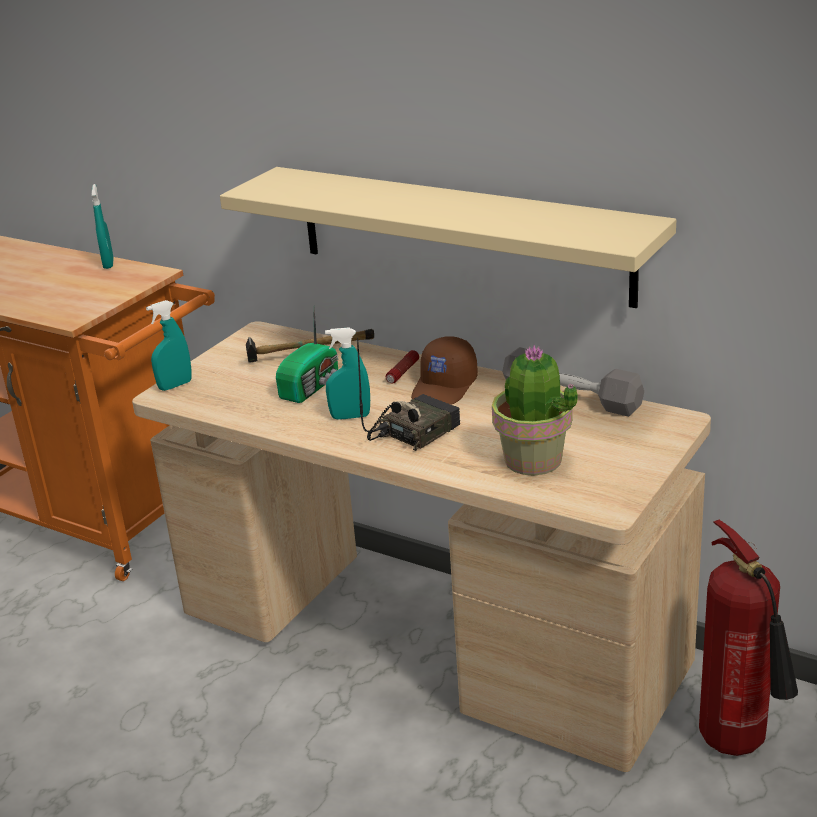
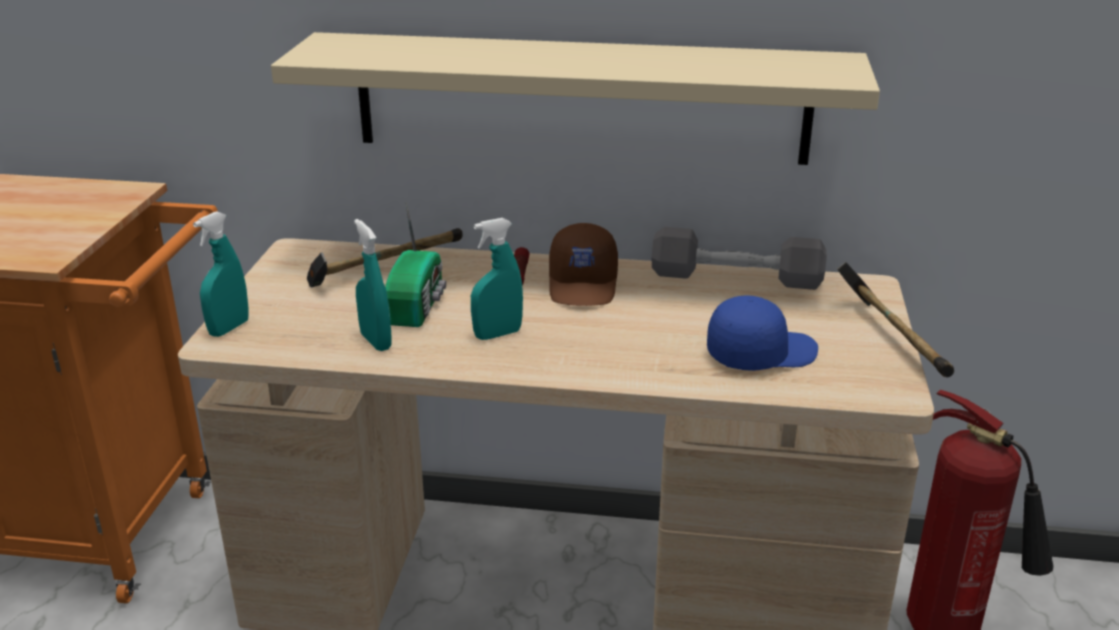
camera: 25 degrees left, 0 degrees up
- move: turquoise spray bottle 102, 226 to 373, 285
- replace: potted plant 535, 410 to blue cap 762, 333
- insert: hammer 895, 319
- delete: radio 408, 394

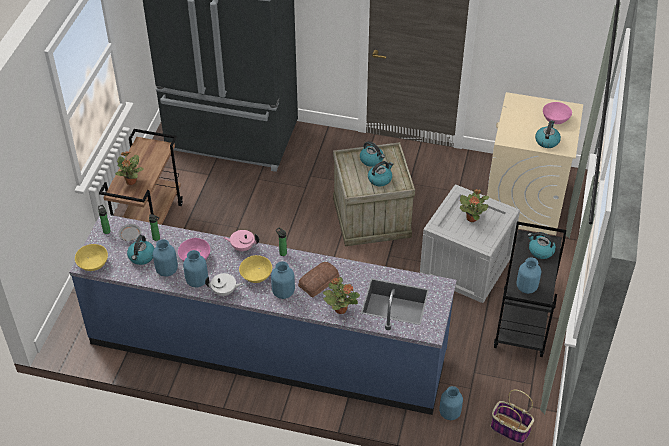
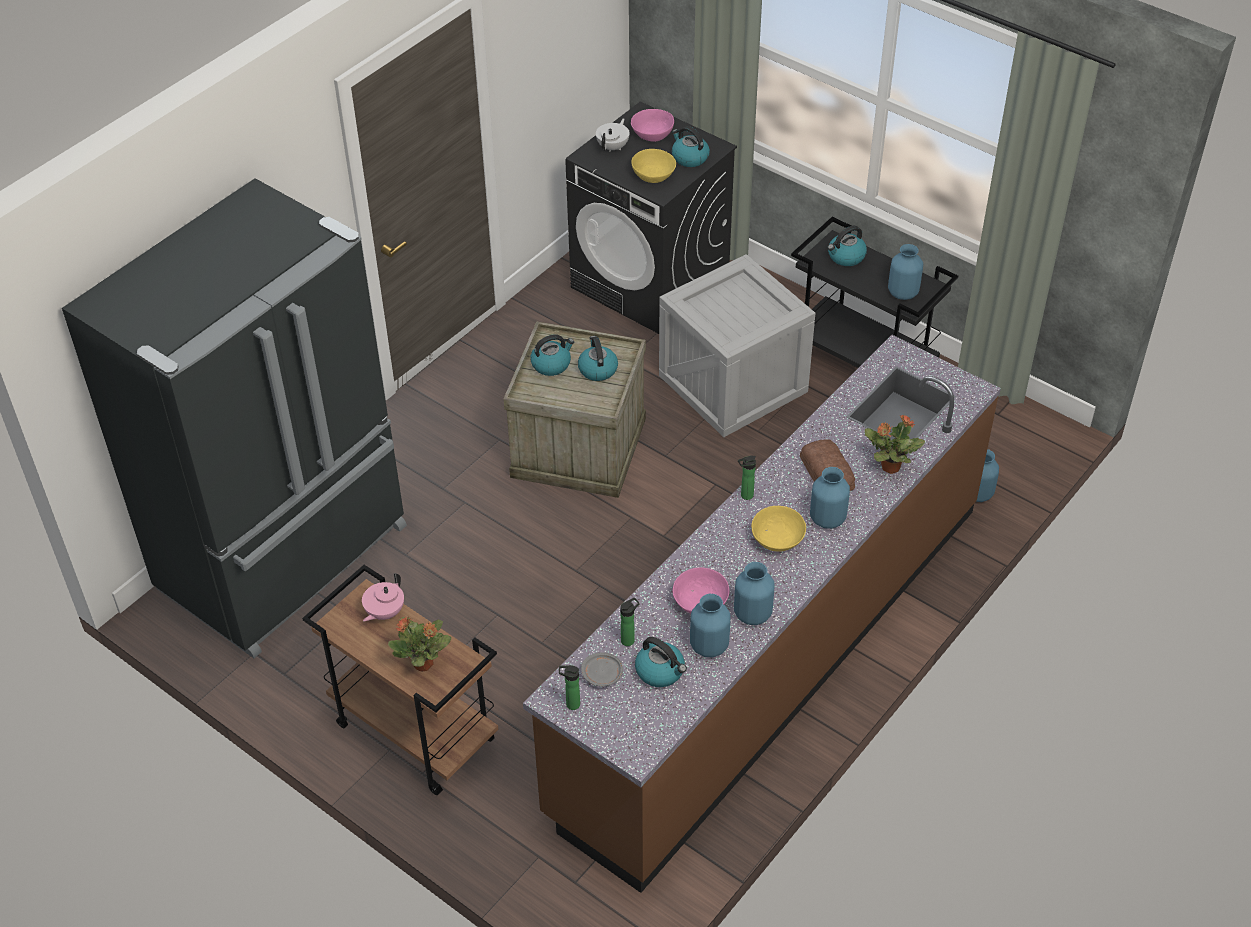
camera: 65 degrees left, 0 degrees up
- move: pink teapot 241, 241 to 383, 597
- recolor: blue counter 263, 315 to brown counter 762, 614
- recolor: beige washing machine 535, 163 to black washing machine 651, 217
- move: white teapot 224, 285 to 613, 135
- move: yellow bowl 91, 257 to 653, 166
- delete: potted plant 474, 205
- delete: basket 512, 417

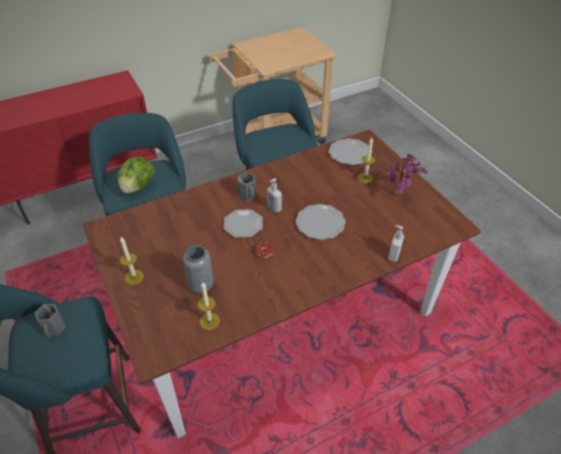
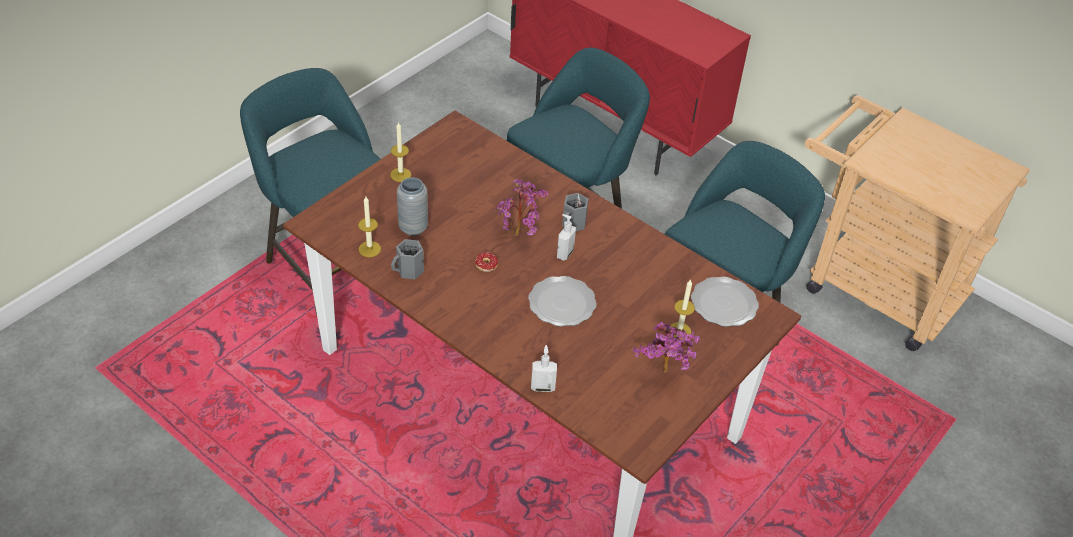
camera: 65 degrees right, 0 degrees up
- move: grey mug 50, 320 to 407, 259
- replace: plate 243, 223 to potted plant 522, 207
- delete: lettuce 136, 175

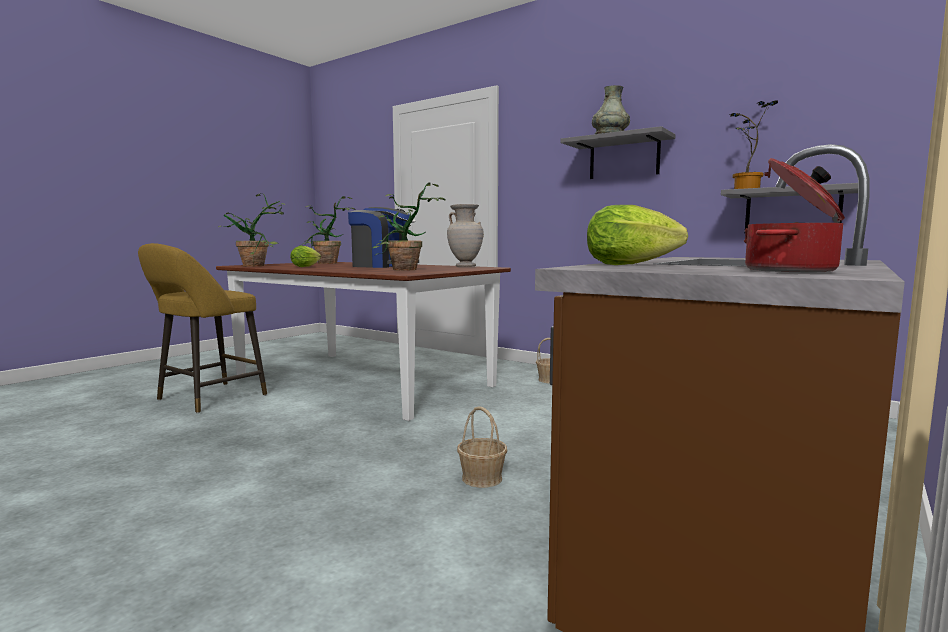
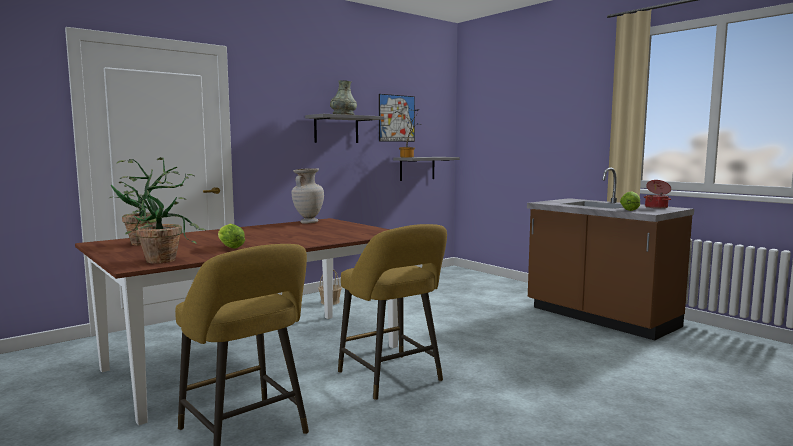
camera: 75 degrees left, 0 degrees up
- insert: yellow stool 392, 312
- insert: picture 397, 118
- delete: coffee machine 383, 237
- delete: potted plant 409, 226
- delete: basket 482, 447

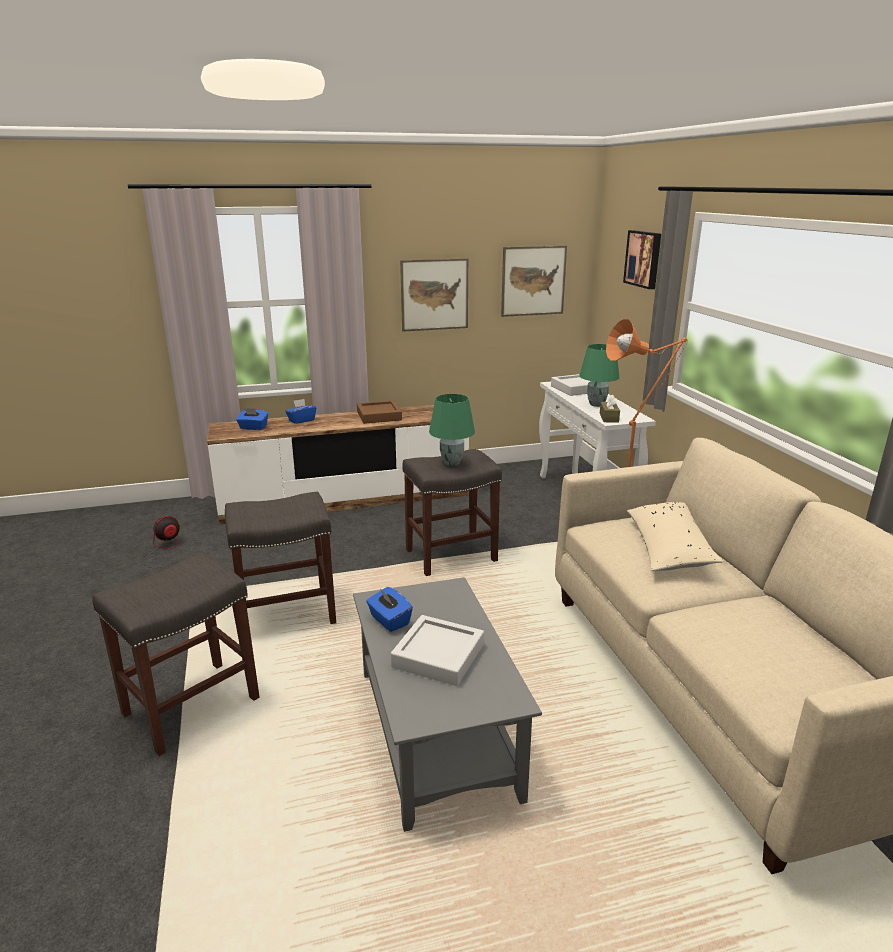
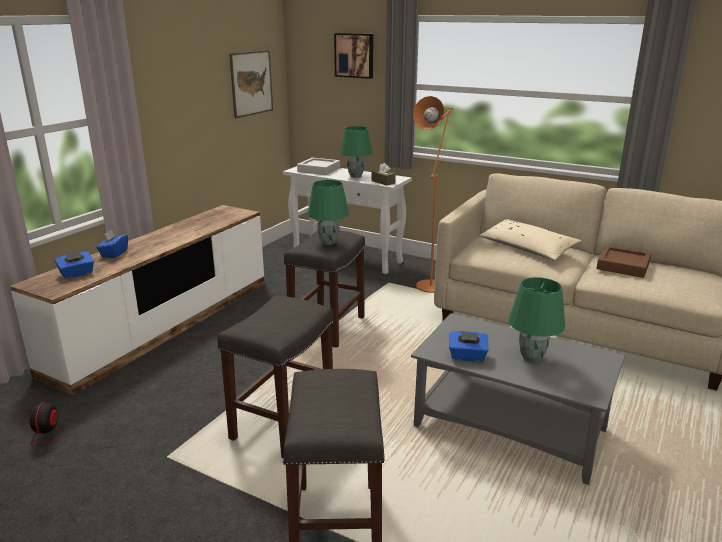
camera: 45 degrees left, 0 degrees up
- replace: grey tray 437, 650 to green table lamp 536, 320
- move: brown tray 379, 412 to 624, 262
- delete: picture 434, 295

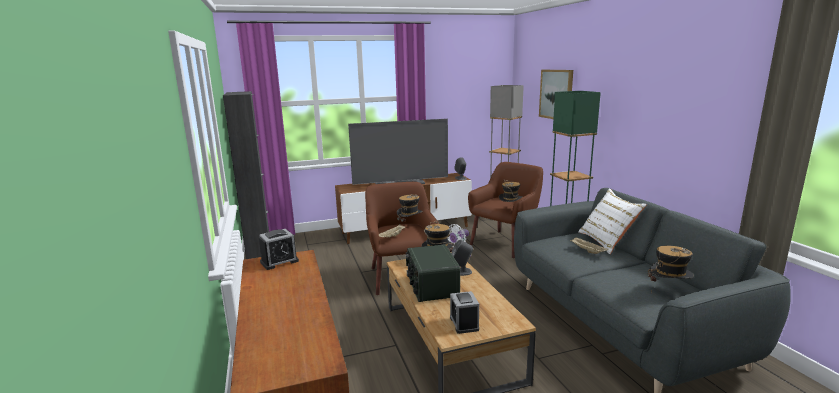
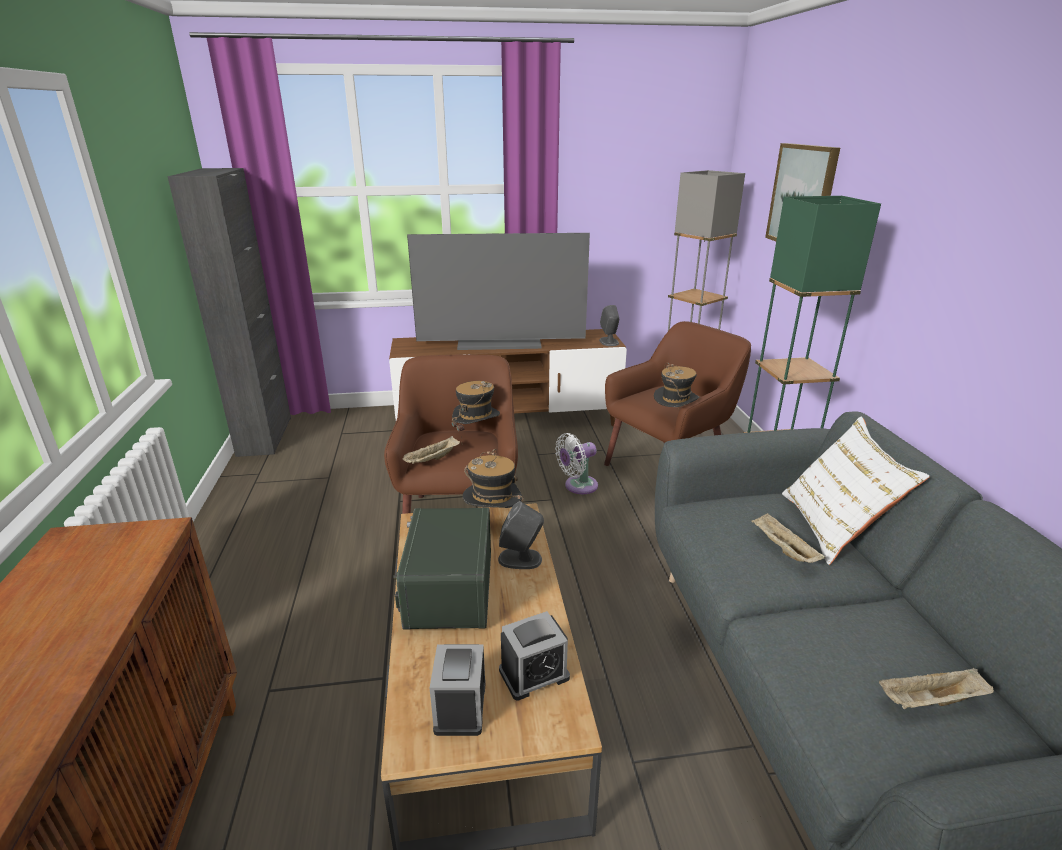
camera: 10 degrees right, 10 degrees up
- move: alarm clock 279, 249 to 534, 656
- replace: hat 671, 269 to beige tray 936, 688

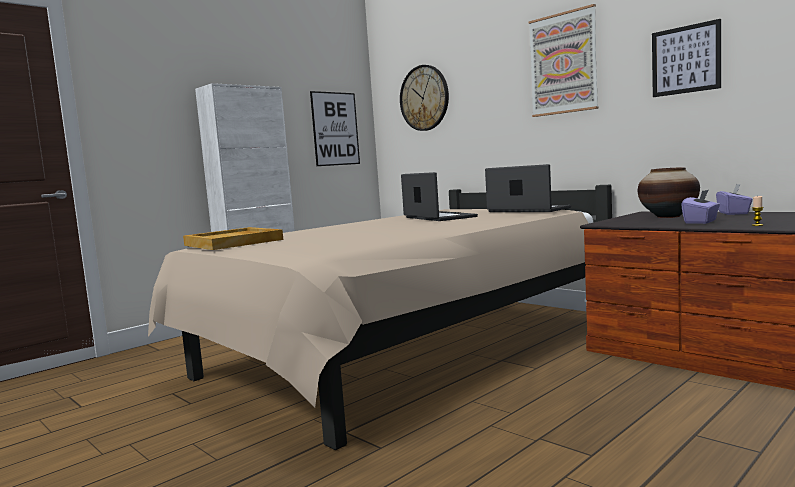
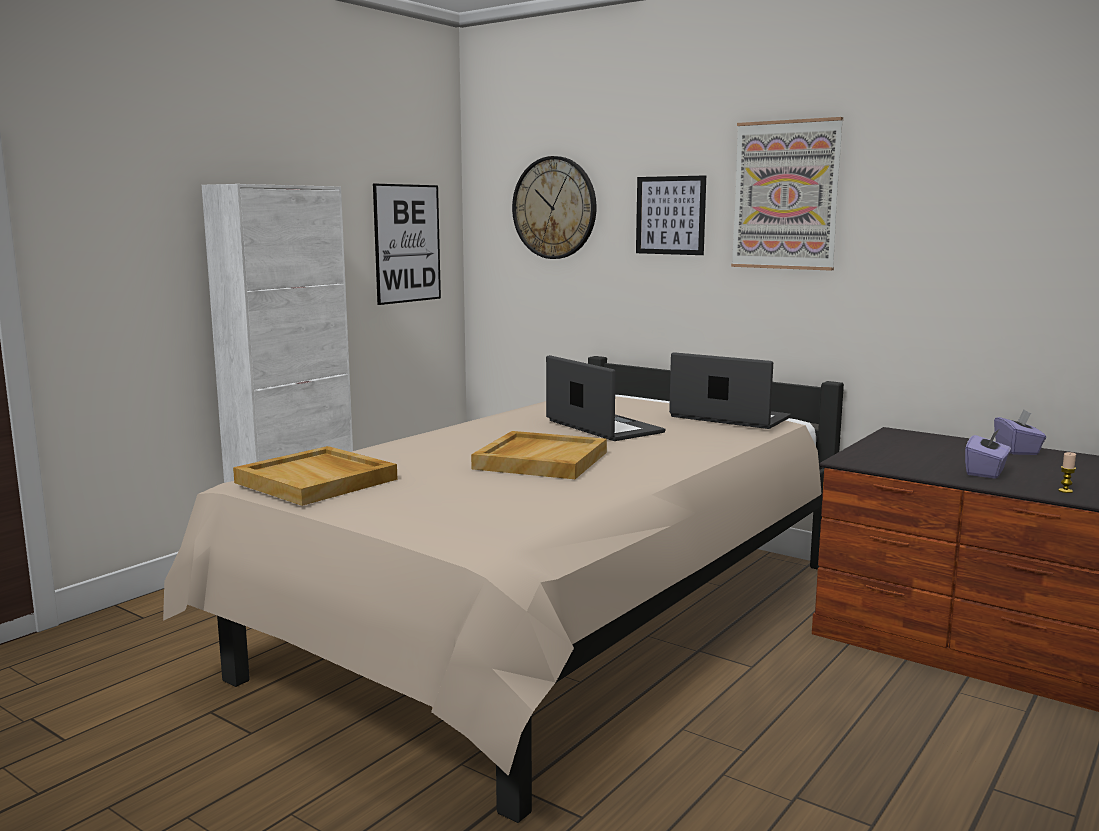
camera: 10 degrees left, 5 degrees up
- insert: beige tray 539, 455
- move: picture 686, 58 to 671, 215
- delete: vase 669, 192

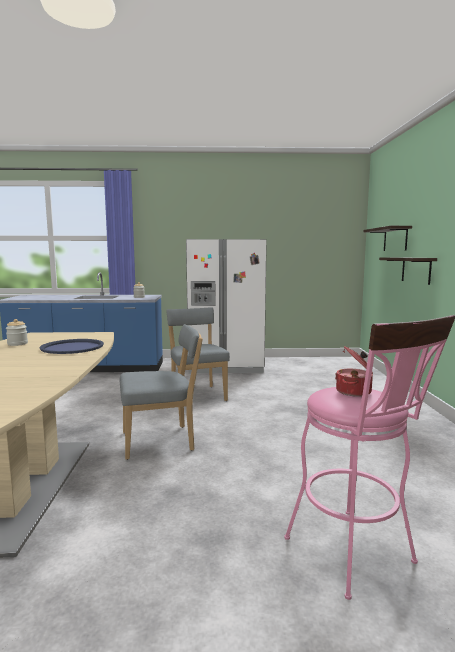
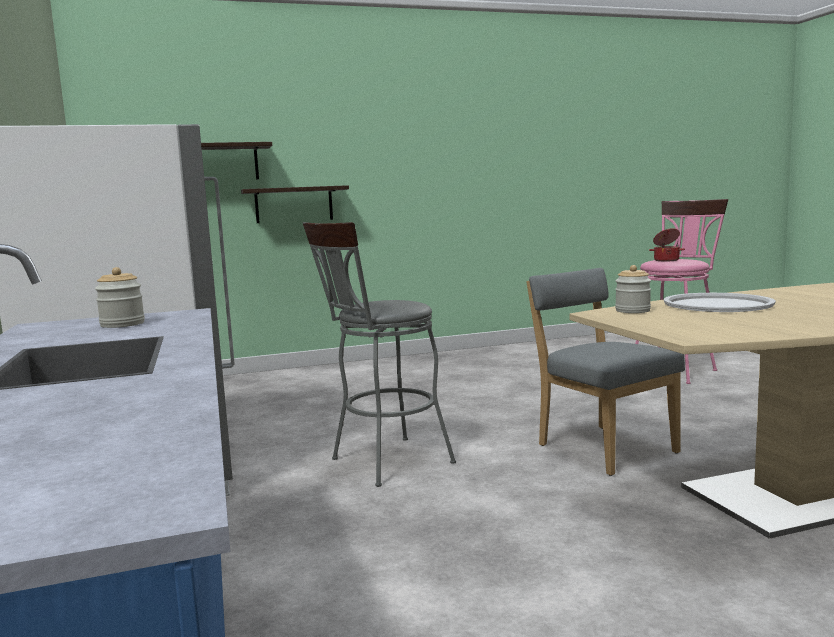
camera: 105 degrees left, 0 degrees up
- replace: grey chair 198, 354 to grey stool 379, 354
- move: jar 17, 332 to 633, 289
- recolor: blue tray 72, 346 to white tray 720, 302

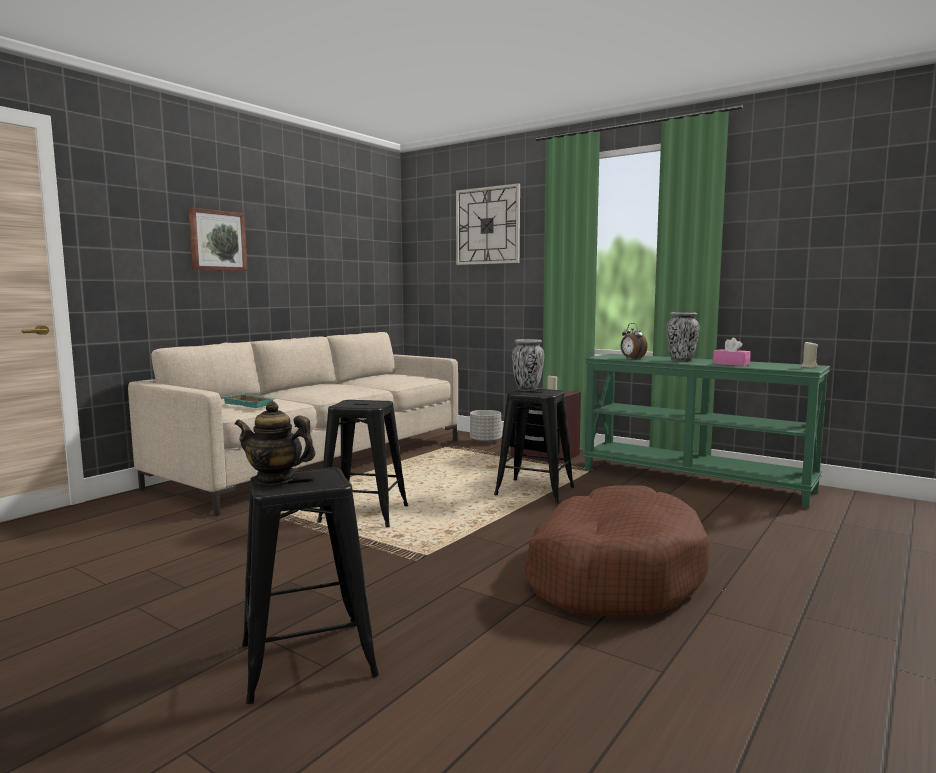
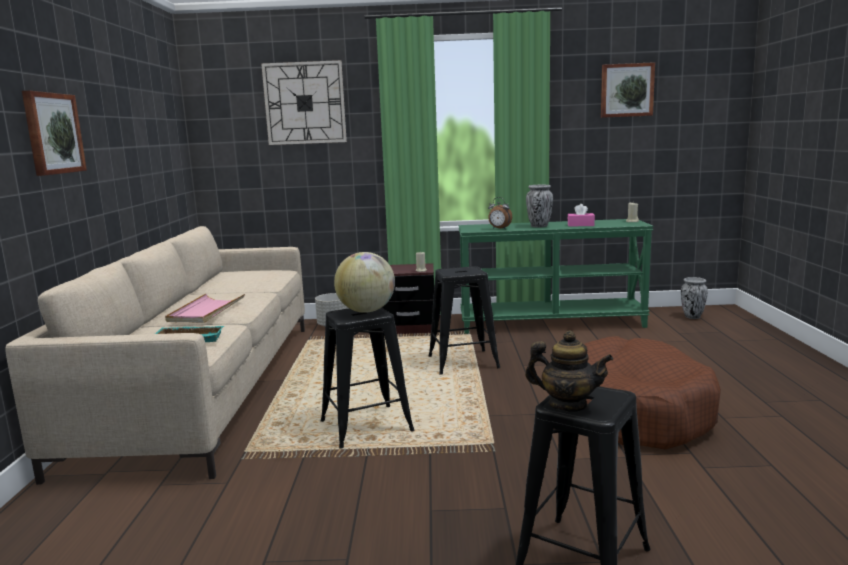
camera: 35 degrees left, 5 degrees up
- insert: pink tray 205, 308
- insert: globe 364, 282
- rotate: teapot 275, 443 = 569, 371 135 degrees counterclockwise
- insert: picture 628, 90
- move: vase 528, 365 to 694, 298

